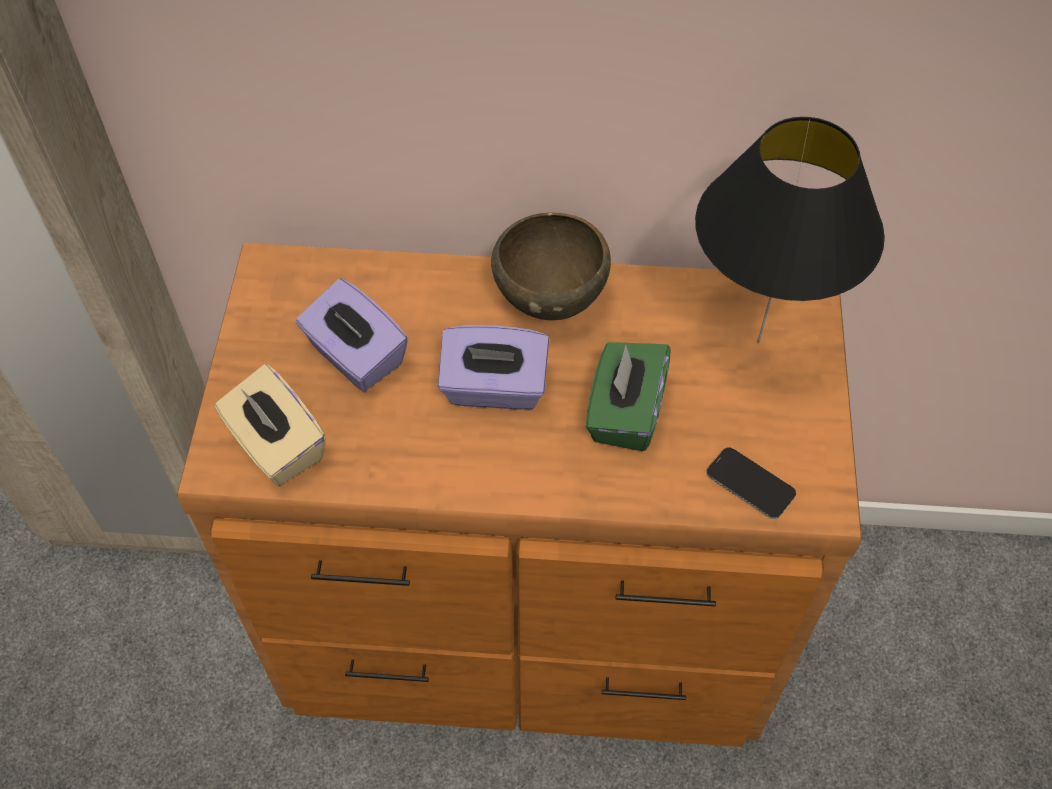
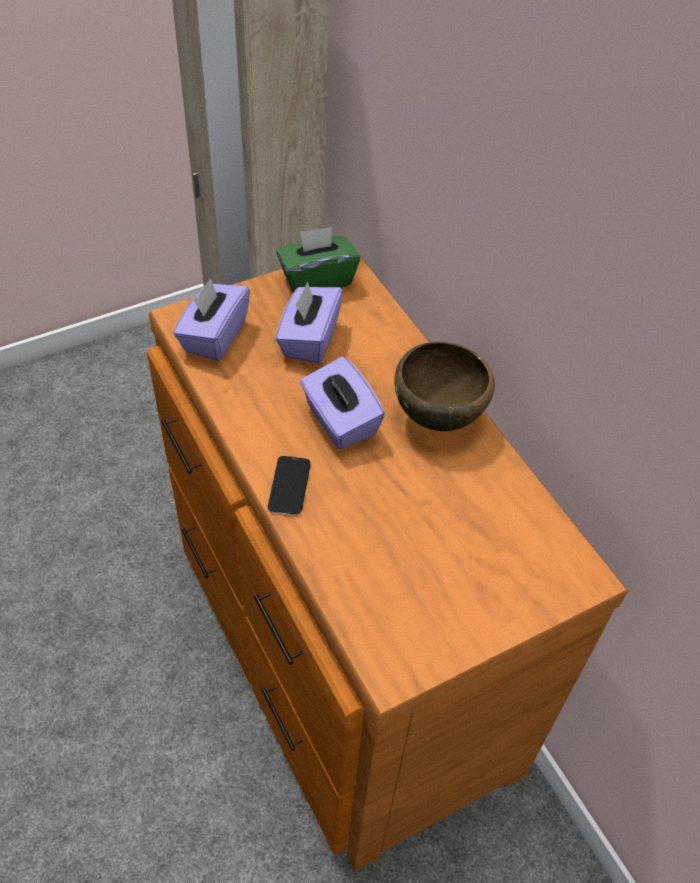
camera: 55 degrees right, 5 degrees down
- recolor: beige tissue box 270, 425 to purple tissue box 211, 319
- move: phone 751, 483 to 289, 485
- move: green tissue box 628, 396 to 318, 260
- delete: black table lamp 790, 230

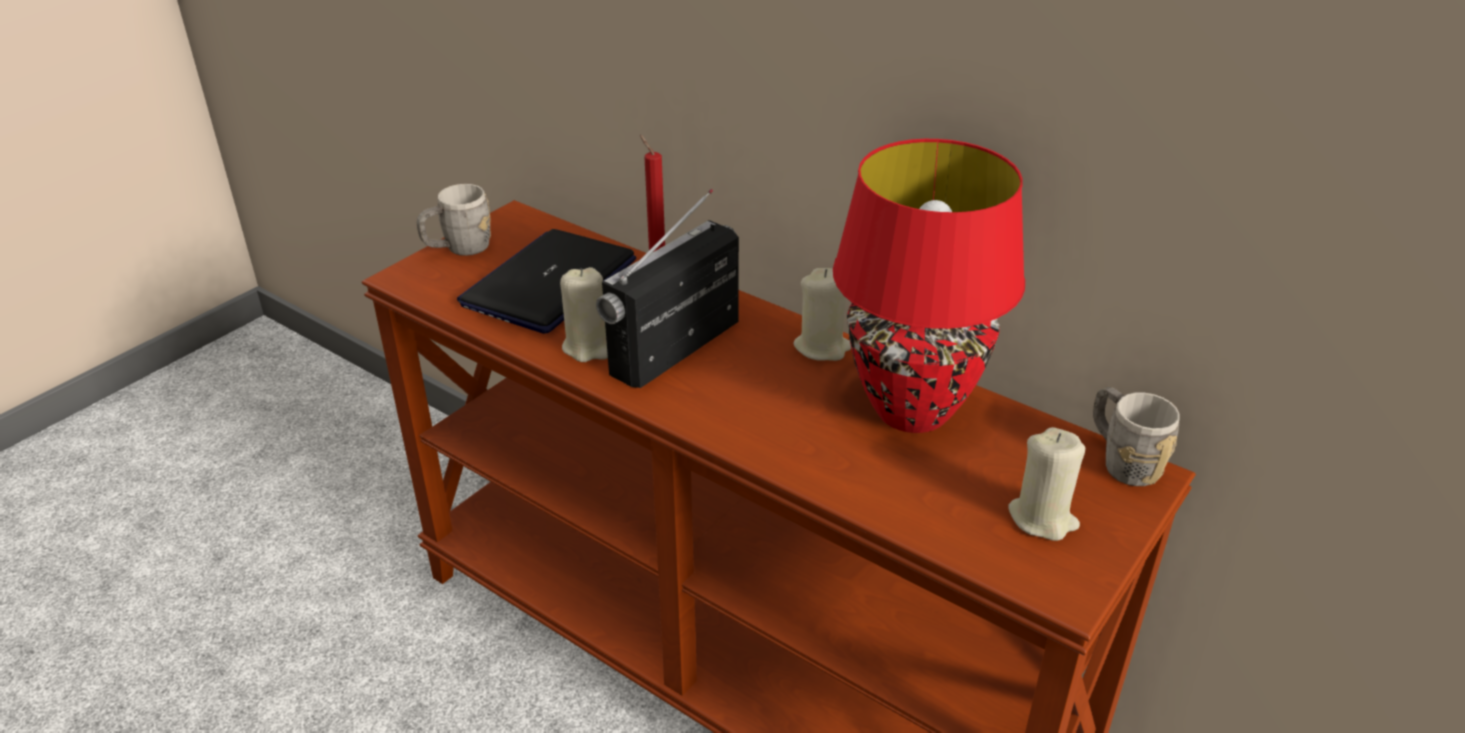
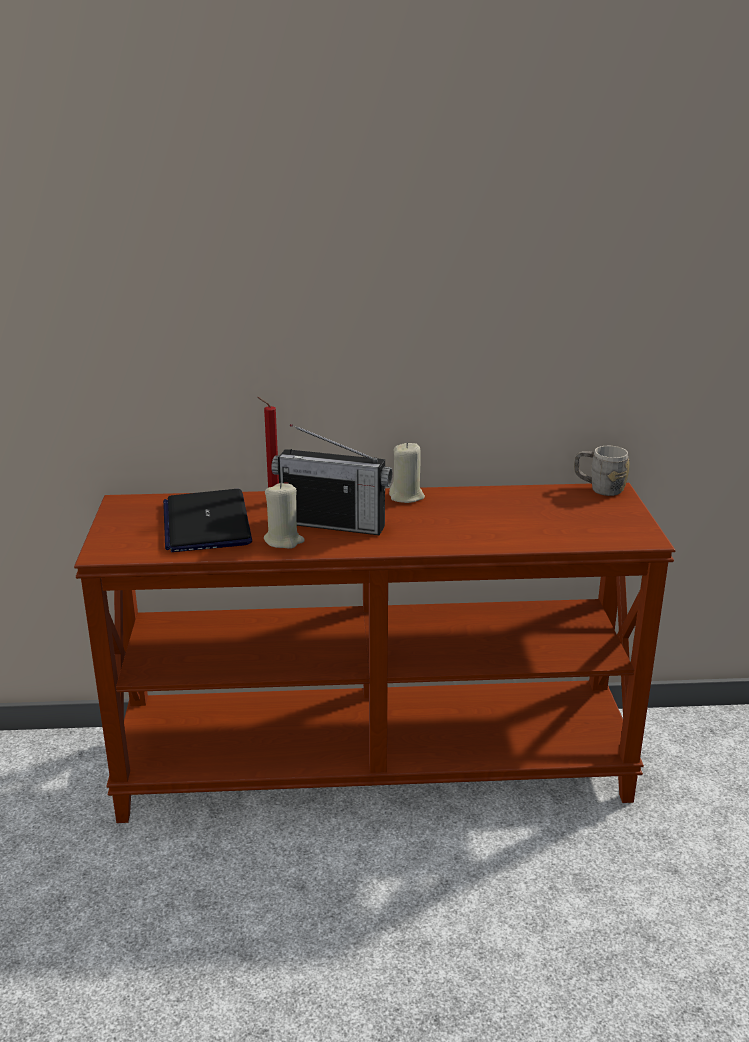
camera: 40 degrees left, 10 degrees down
- rotate: radio 667, 288 = 331, 479 75 degrees counterclockwise
- delete: grey mug 453, 220
- delete: red table lamp 929, 286
- delete: beige candle 1047, 484

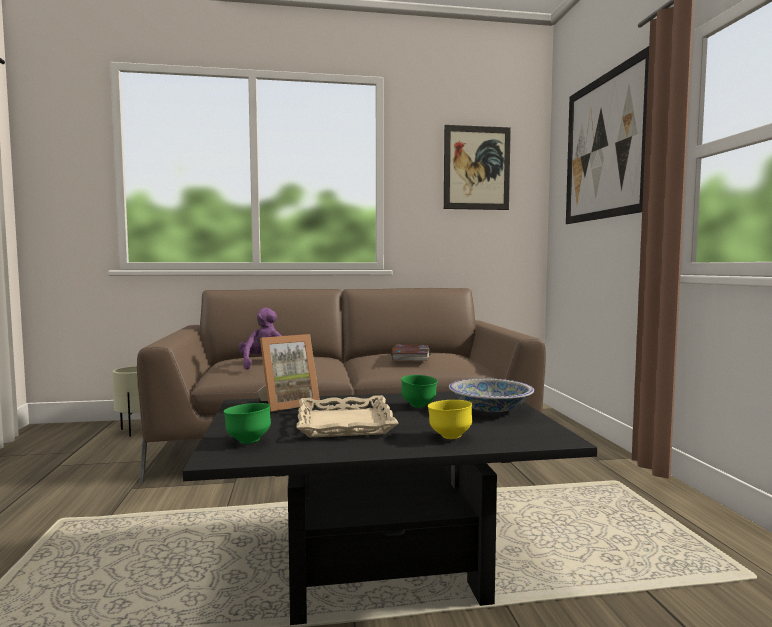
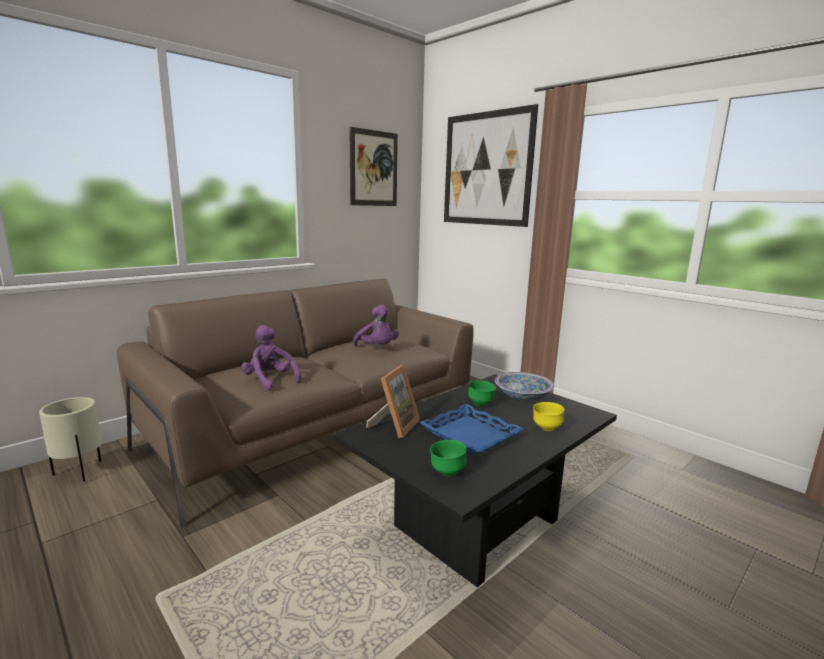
camera: 35 degrees left, 10 degrees up
- replace: book 411, 353 to purple plush toy 376, 325
- recolor: beige tray 347, 416 to blue tray 471, 429

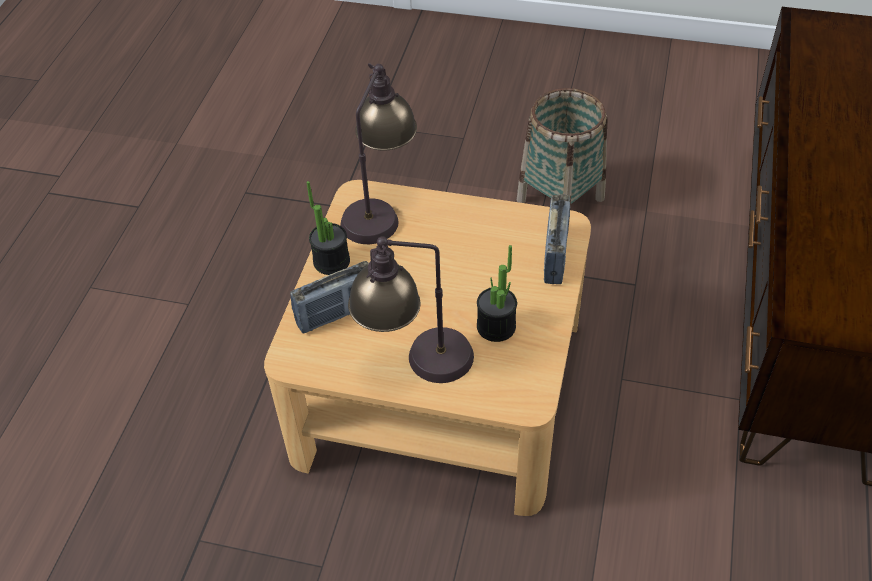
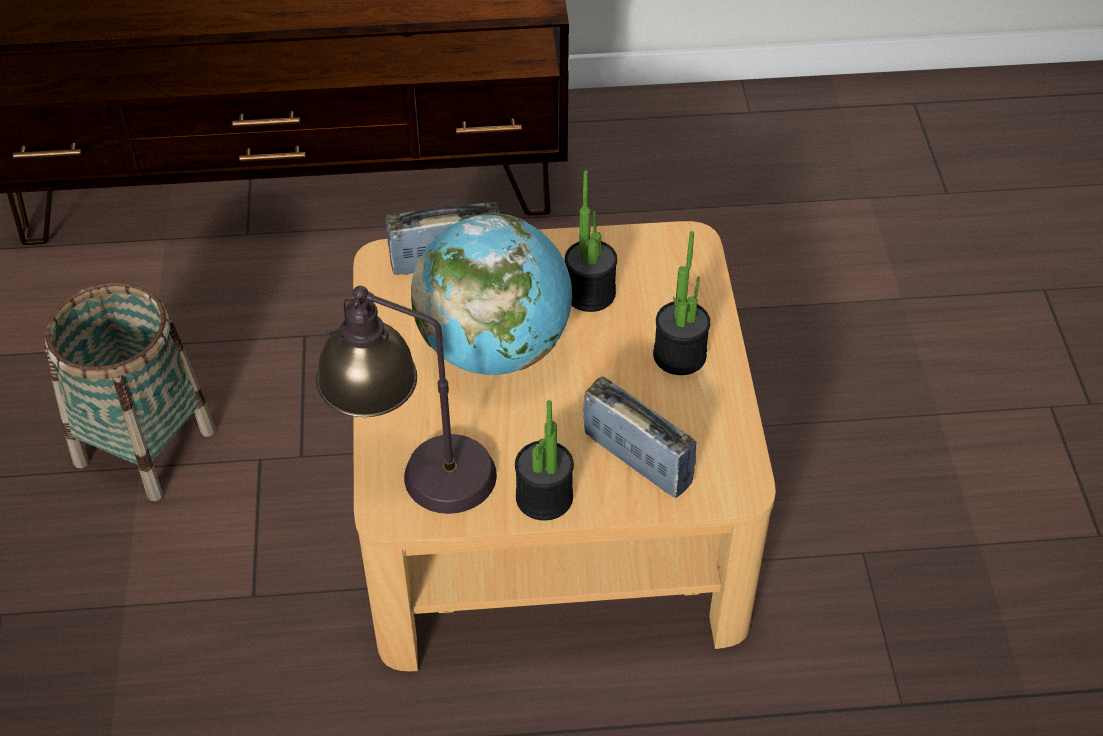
camera: 110 degrees left, 0 degrees up
- insert: globe 491, 294
- replace: table lamp 411, 309 to potted plant 681, 303

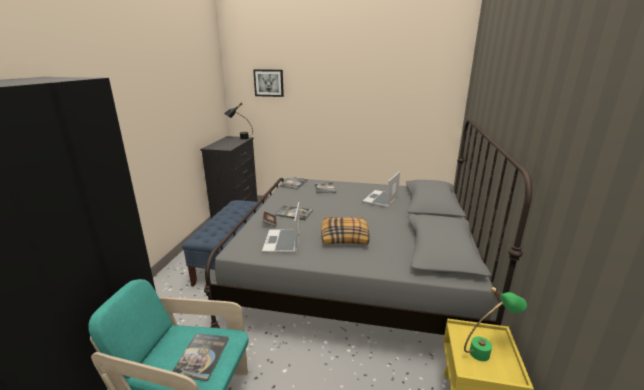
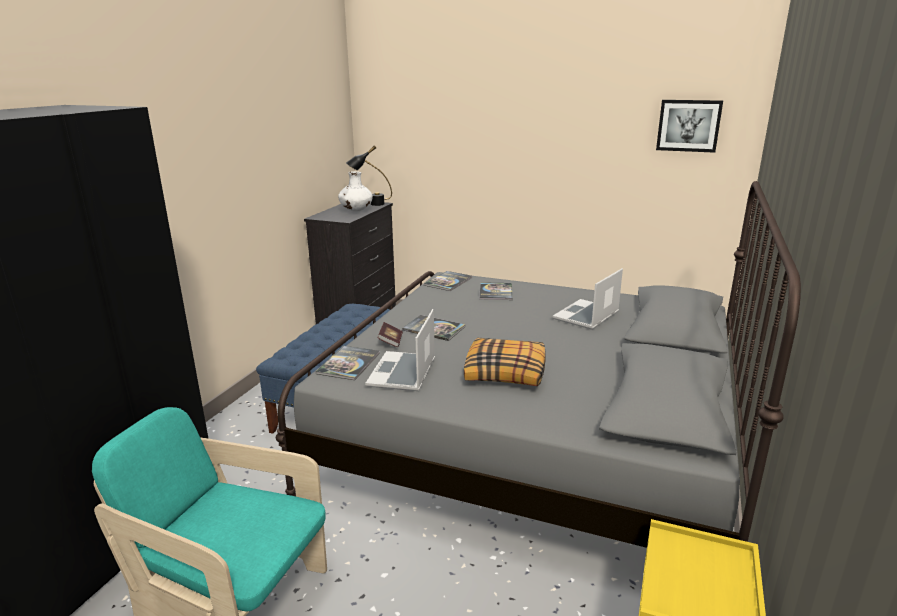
camera: 10 degrees right, 0 degrees up
- move: book 200, 357 to 347, 363
- insert: white vase 355, 191
- move: picture 268, 83 to 689, 126
- delete: green table lamp 495, 324

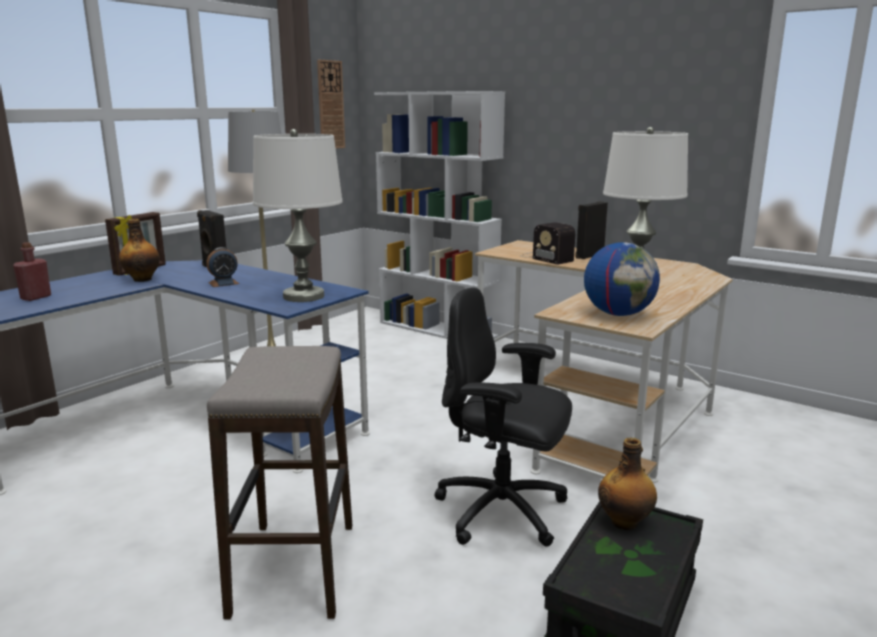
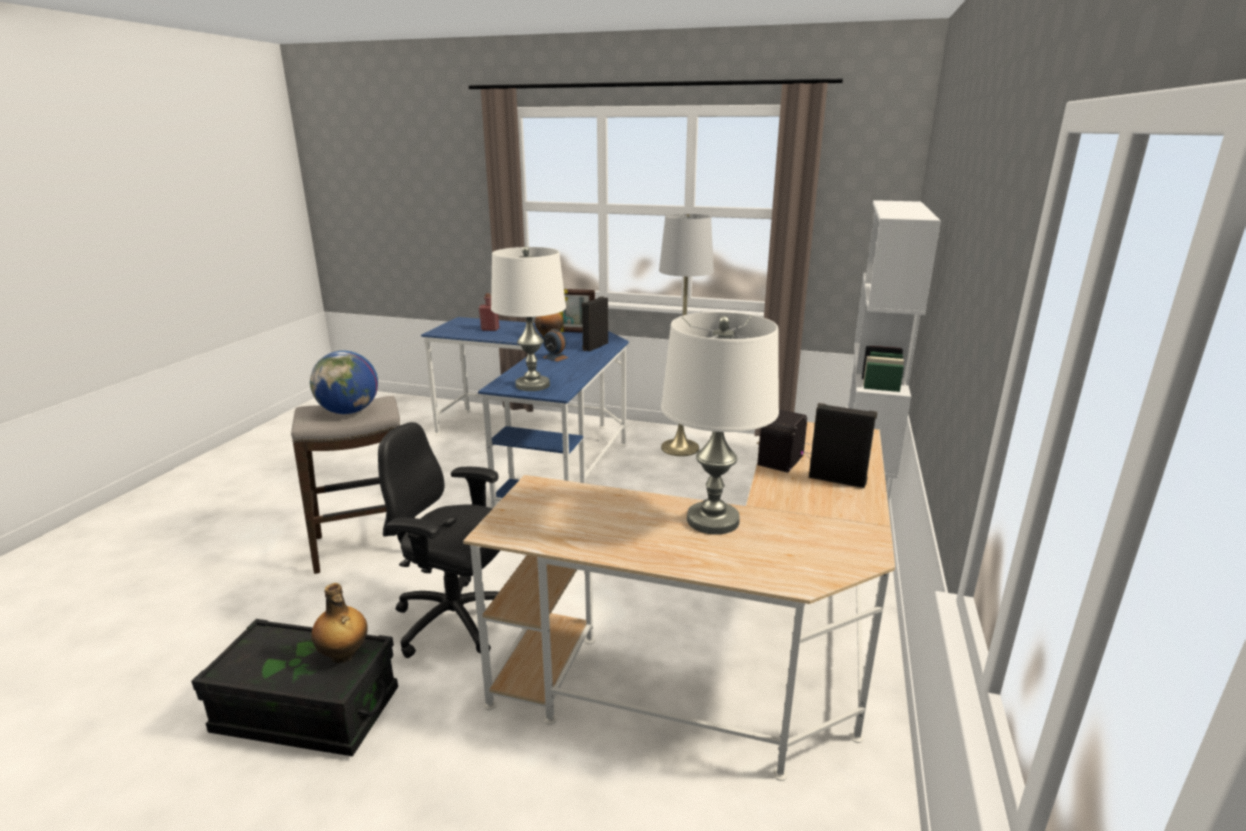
camera: 70 degrees right, 5 degrees up
- move: globe 622, 279 to 344, 382
- rotate: black office chair 503, 417 = 439, 540 75 degrees counterclockwise
- delete: wall clock 331, 104

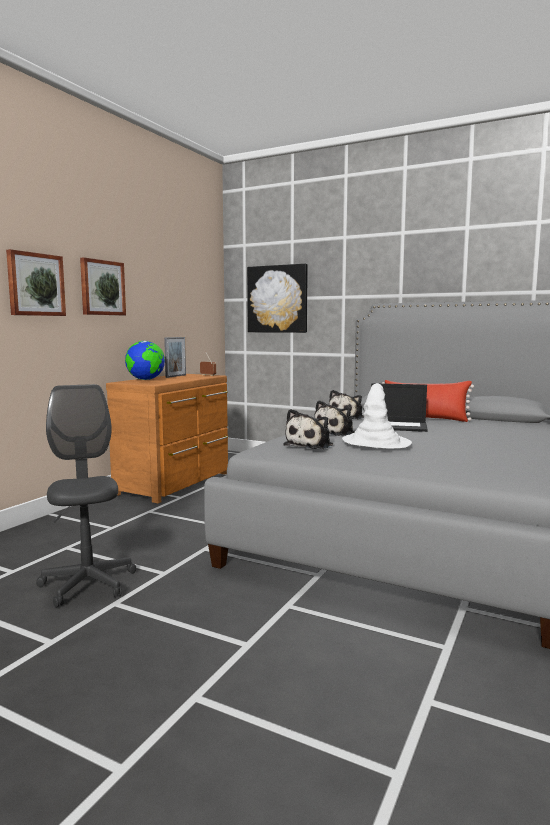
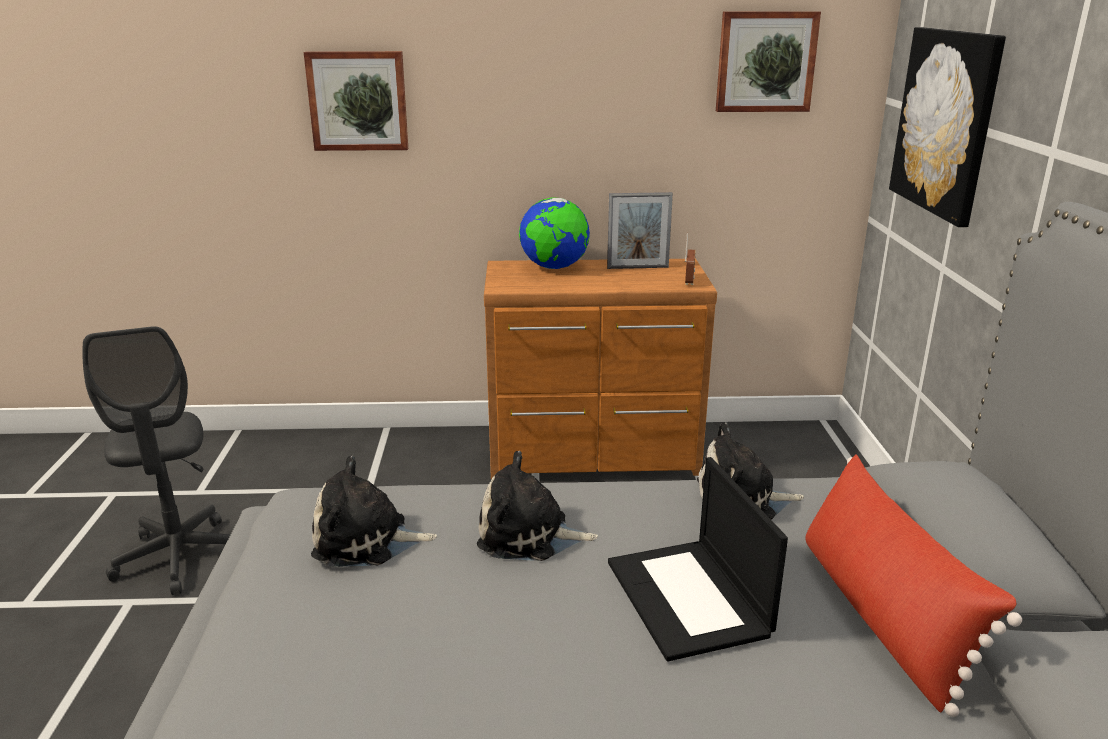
camera: 60 degrees right, 15 degrees up
- rotate: grey office chair 86, 496 = 156, 460 120 degrees clockwise
- move: picture 103, 286 to 768, 61
- delete: white hat 377, 416

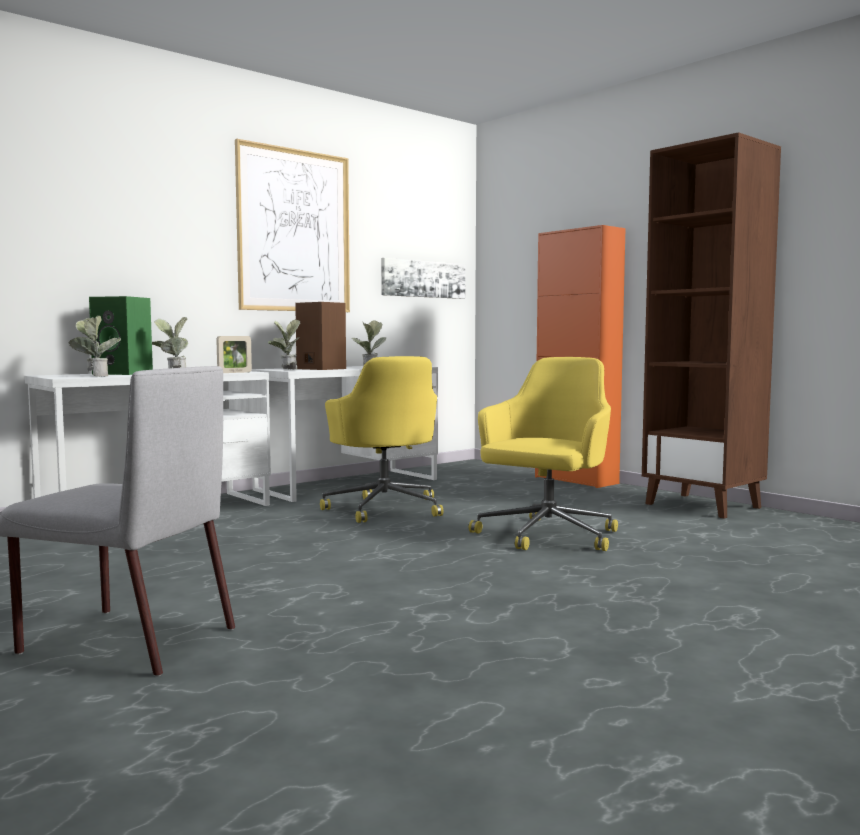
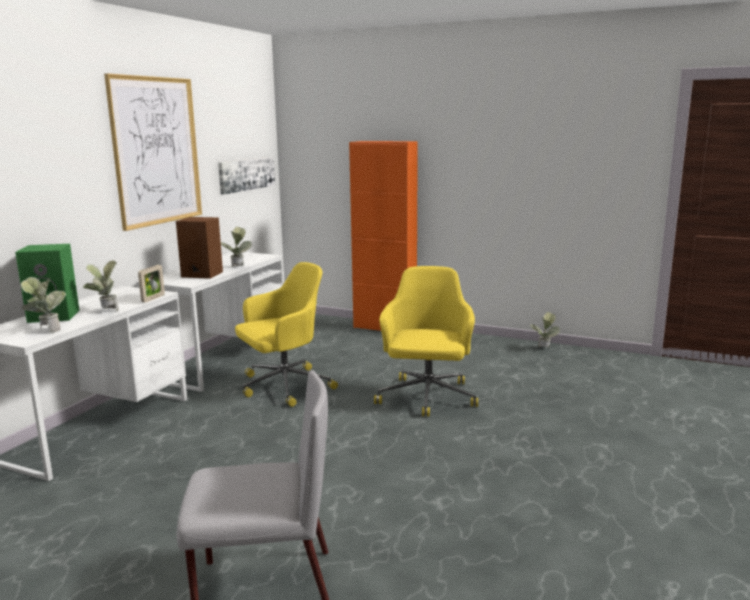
camera: 25 degrees left, 10 degrees up
- rotate: yellow office chair 382, 439 = 286, 334 75 degrees counterclockwise
- move: potted plant 284, 344 to 545, 329
- delete: brown bookcase 711, 325

